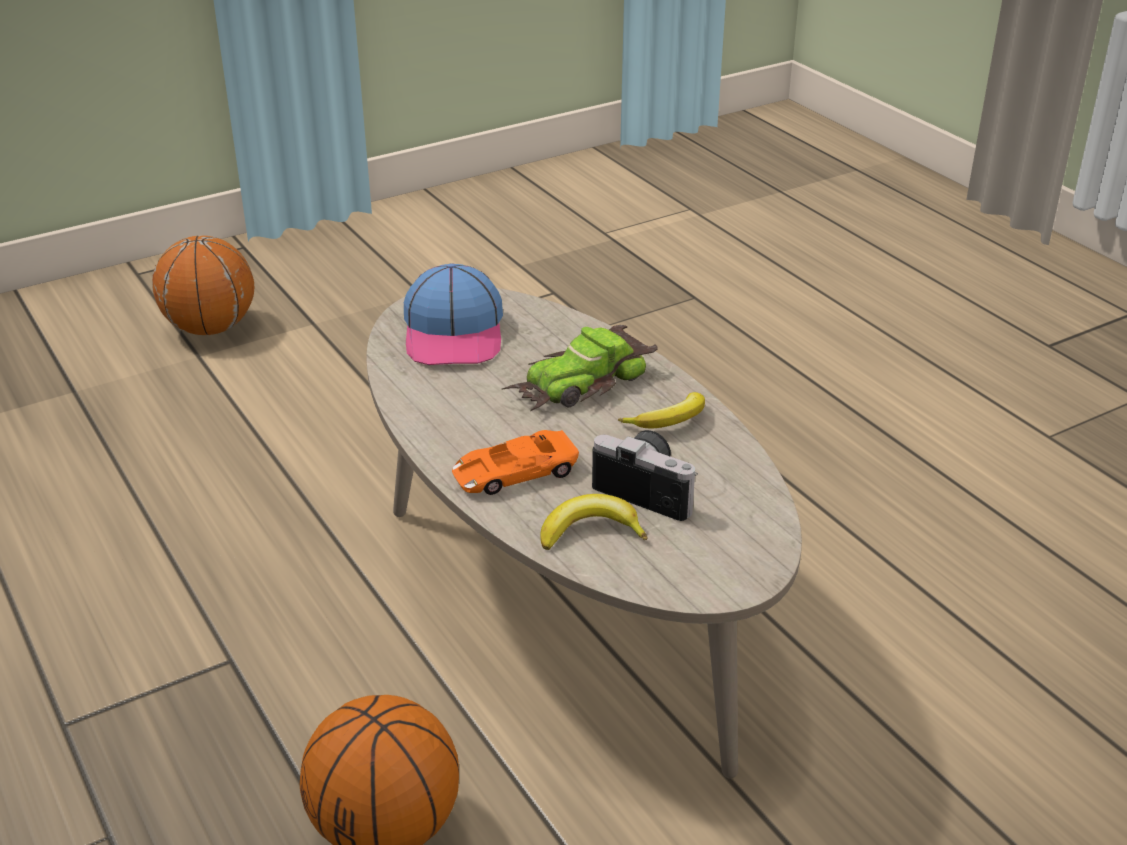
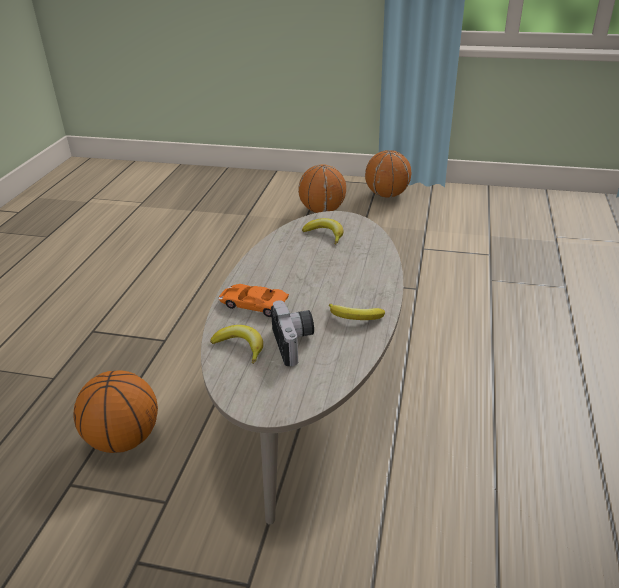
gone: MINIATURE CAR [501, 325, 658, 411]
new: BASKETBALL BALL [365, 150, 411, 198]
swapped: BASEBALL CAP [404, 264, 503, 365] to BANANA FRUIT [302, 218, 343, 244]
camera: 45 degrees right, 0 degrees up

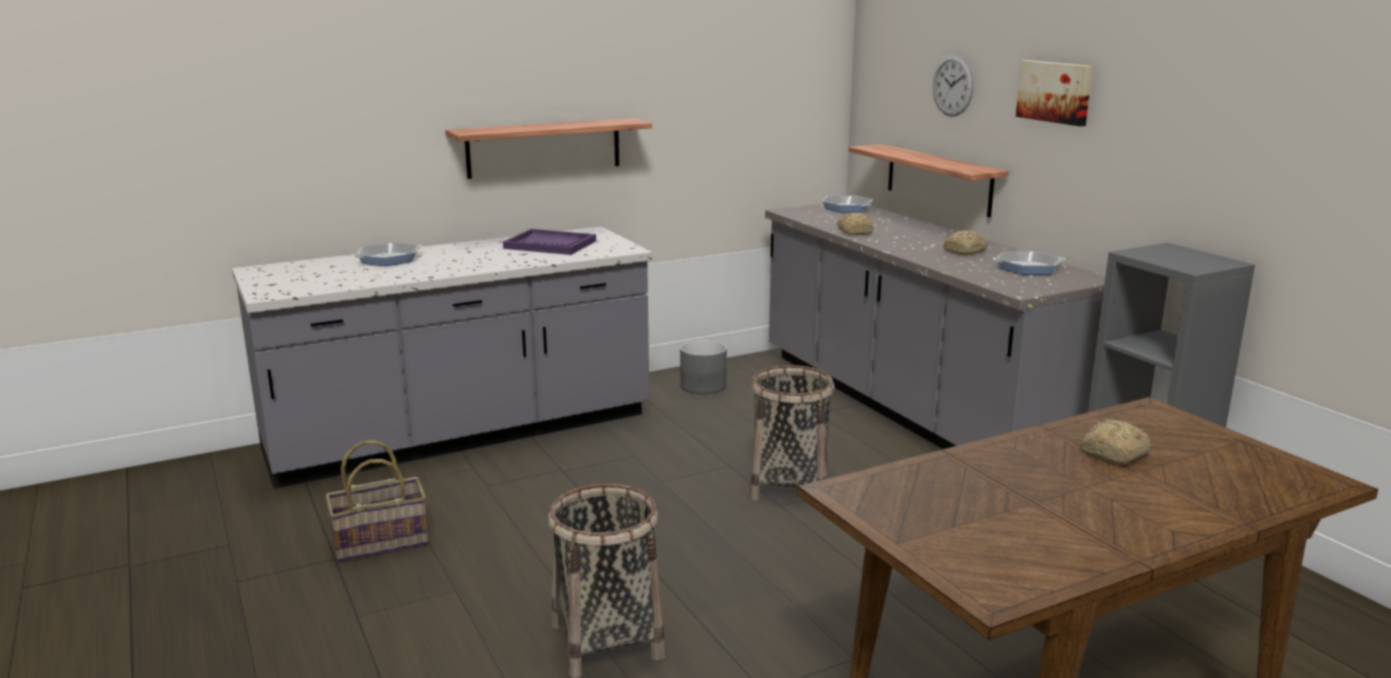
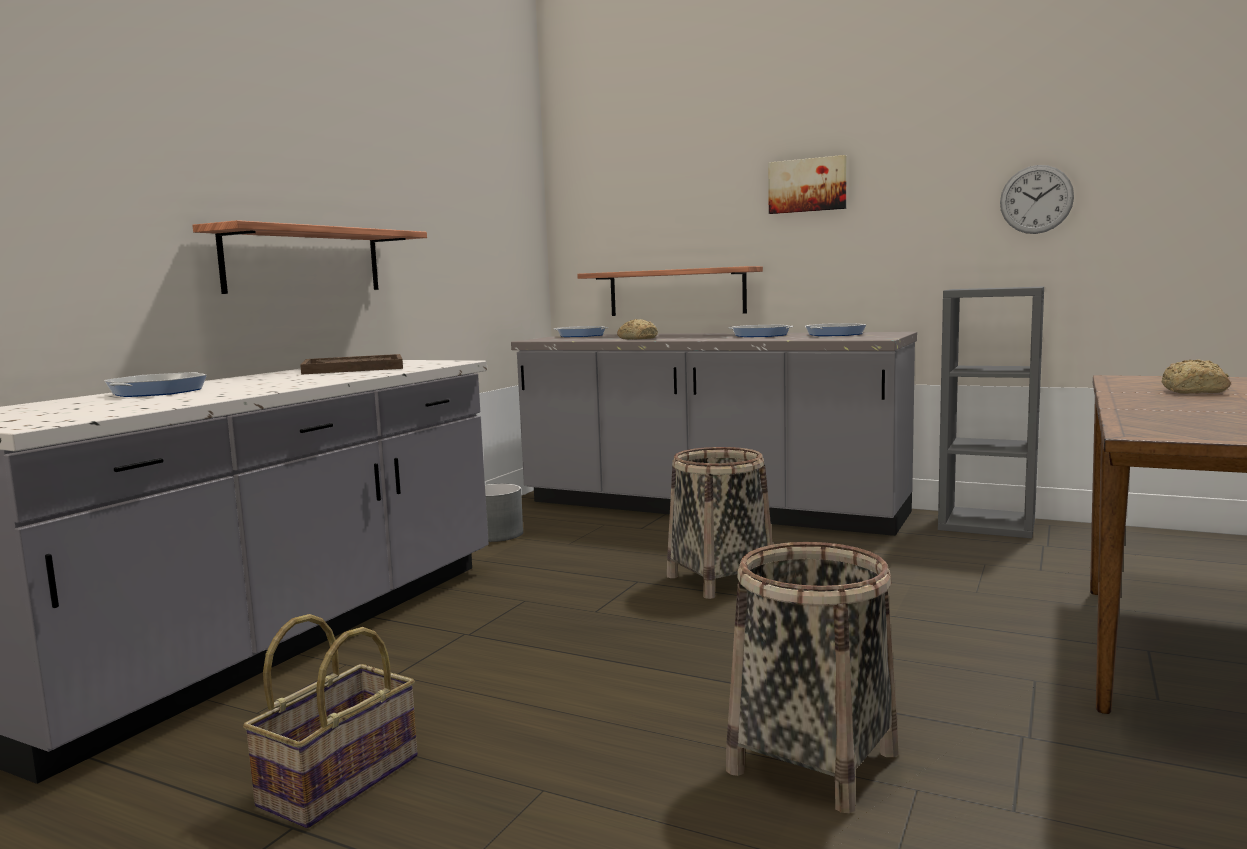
shifted: HANGING CLOCK [933, 55, 974, 117] to [1000, 165, 1074, 234]
swapped: BREAD [943, 230, 987, 255] to PAN [728, 325, 793, 337]
repainted: PURPLE-COLOURED CARRYING TRAY [503, 229, 596, 255] to BROWNISH CARRYING TRAY [300, 354, 403, 375]
camera: 35 degrees left, 10 degrees down

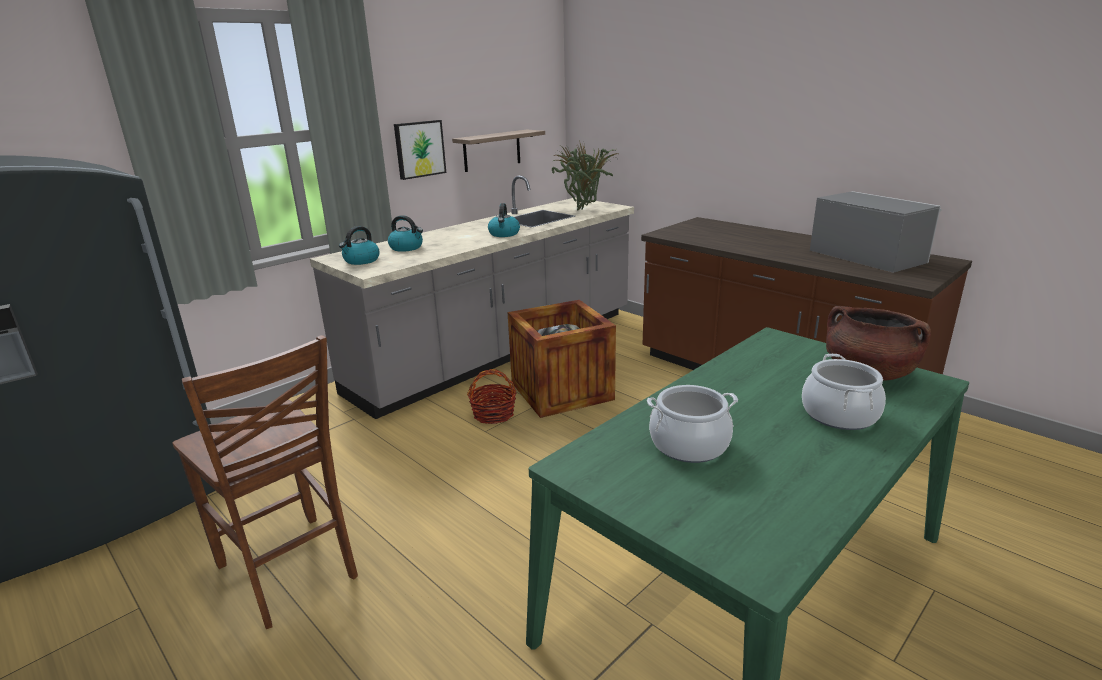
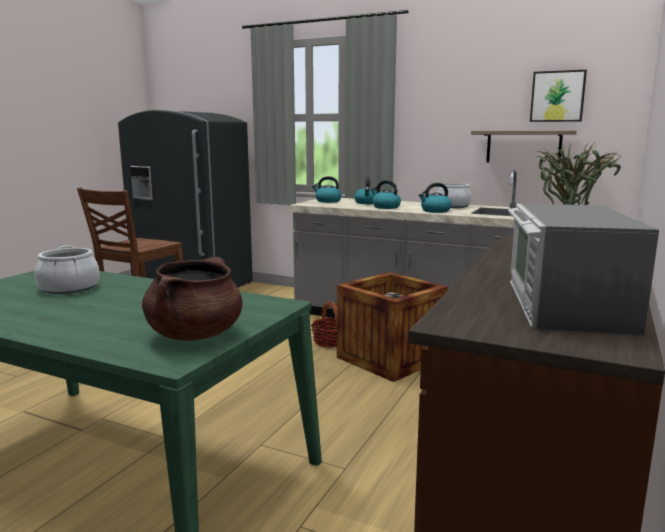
new: TEA KETTLE [371, 180, 401, 209]
shifted: SAUCEPOT [802, 354, 886, 430] to [436, 183, 472, 208]; PICTURE [394, 120, 446, 180] to [530, 70, 587, 122]
rotated: MICROWAVE [810, 191, 942, 273] = [508, 204, 659, 336] 150 degrees clockwise
camera: 70 degrees right, 10 degrees down

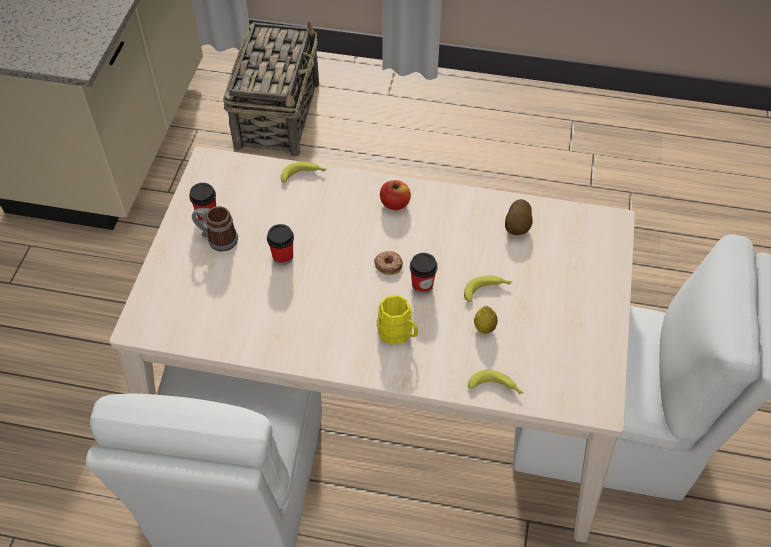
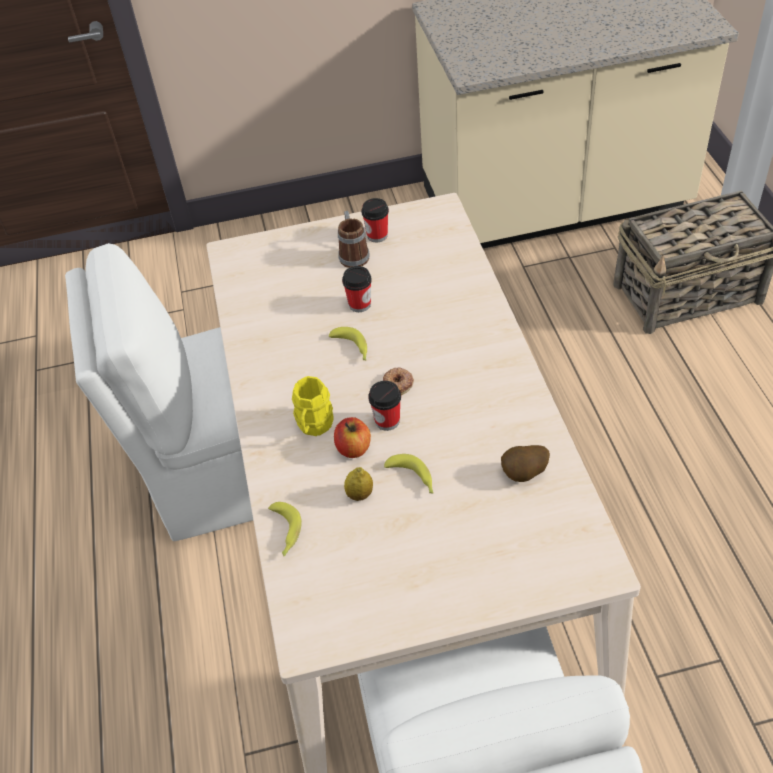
shifted: BANANA FRUIT [281, 162, 327, 183] to [329, 327, 367, 360]; APPLE [380, 180, 411, 210] to [334, 417, 371, 458]
camera: 70 degrees right, 5 degrees down

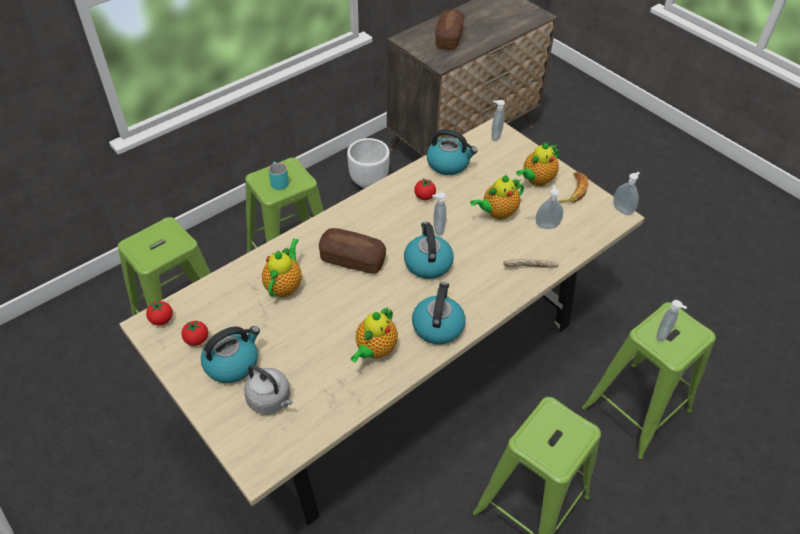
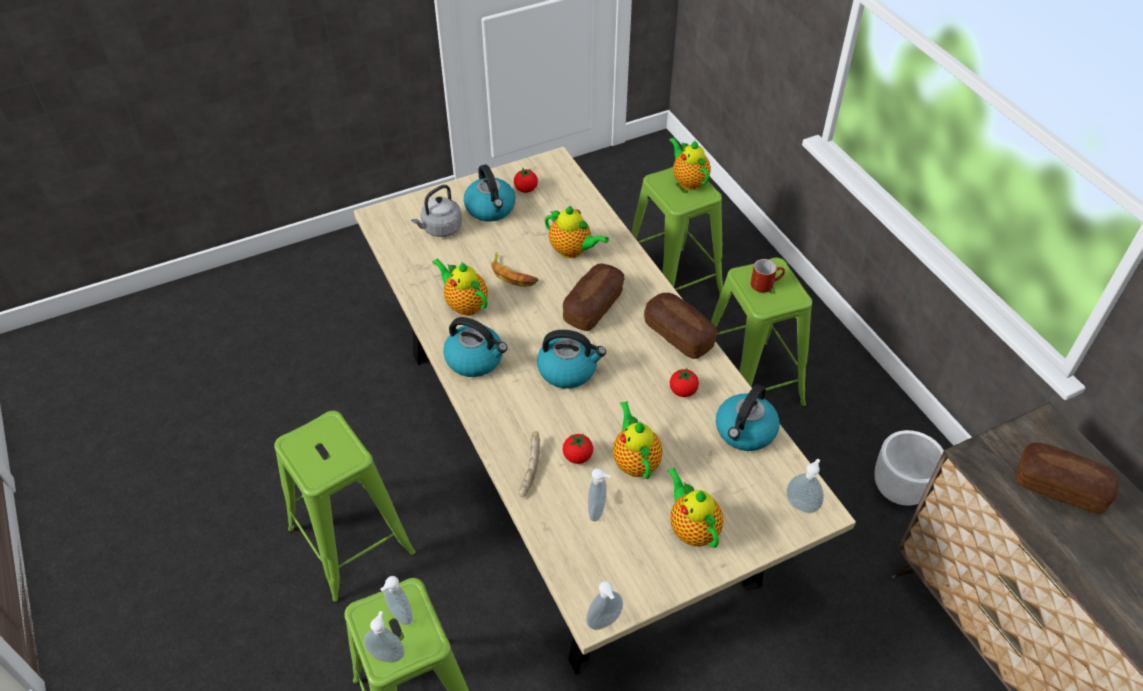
new: BREAD [644, 293, 717, 359]; TEA POT [669, 137, 711, 190]
shifted: LIQUID SOAP BOTTLE [432, 192, 446, 236] to [364, 611, 405, 662]; BANANA FRUIT [559, 172, 589, 203] to [491, 252, 539, 287]; WHOLE TOMATO [146, 300, 173, 326] to [563, 433, 593, 464]
repainted: BLUE-GREEN COFFEE MUG [268, 162, 289, 190] to RED-COLOURED COFFEE MUG [751, 259, 785, 293]
camera: 105 degrees right, 0 degrees up

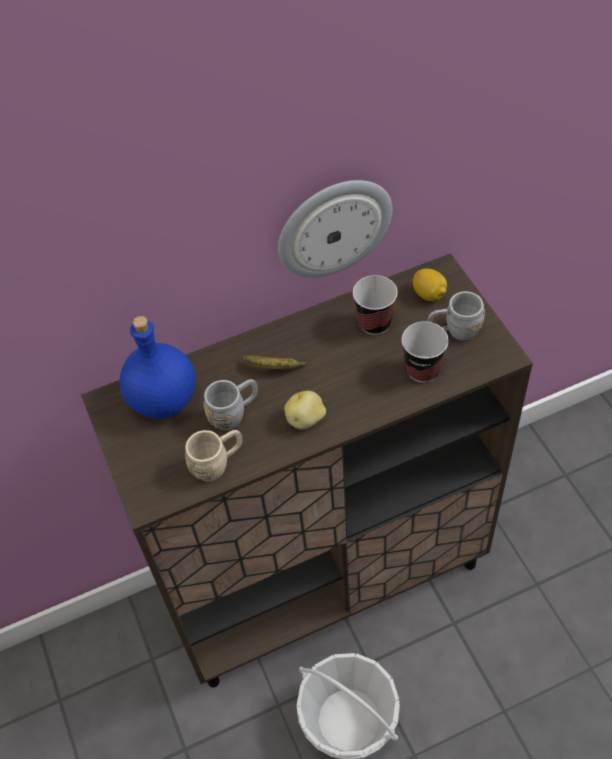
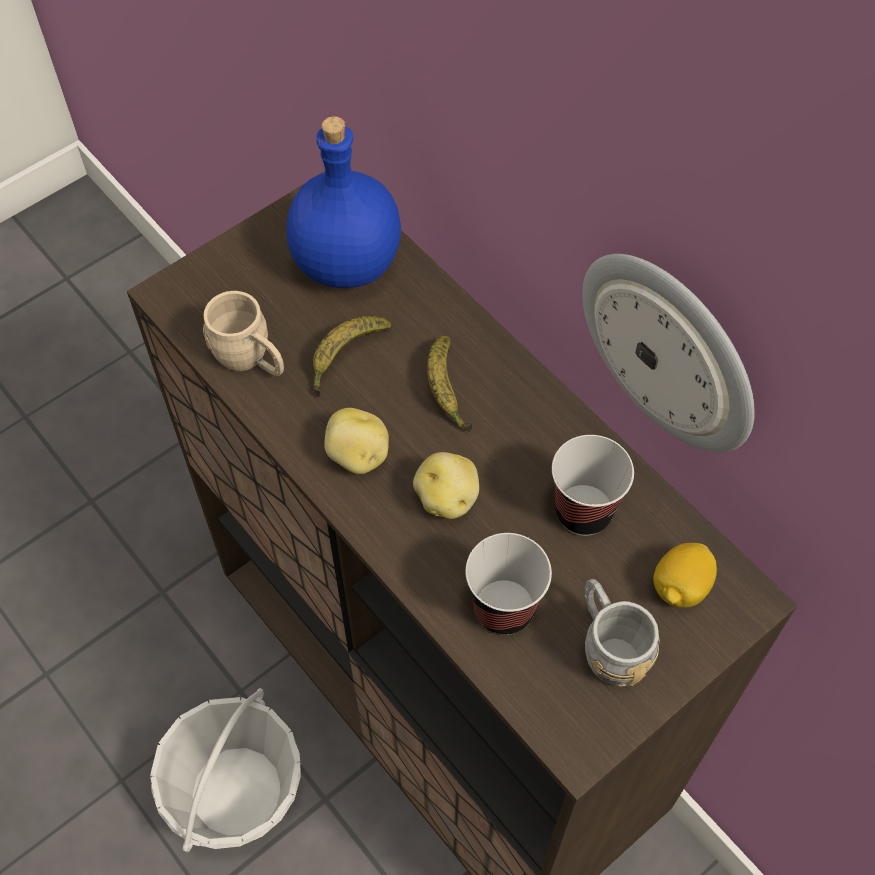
new: WHOLE POTATO [413, 452, 479, 519]
swapped: GREYISH COFFEE MUG [204, 379, 258, 430] to BANANA FRUIT [313, 316, 392, 397]
camera: 70 degrees right, 5 degrees up

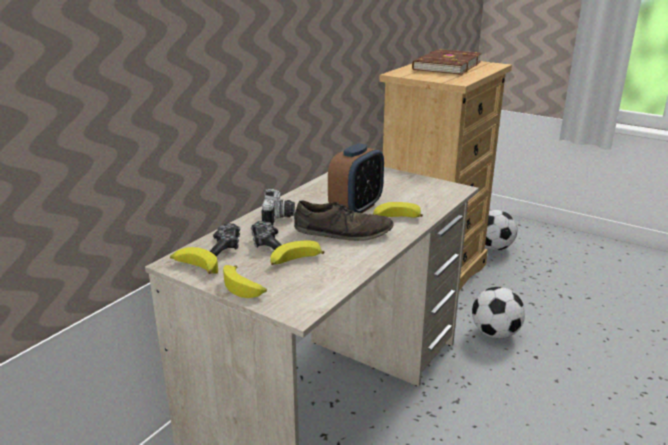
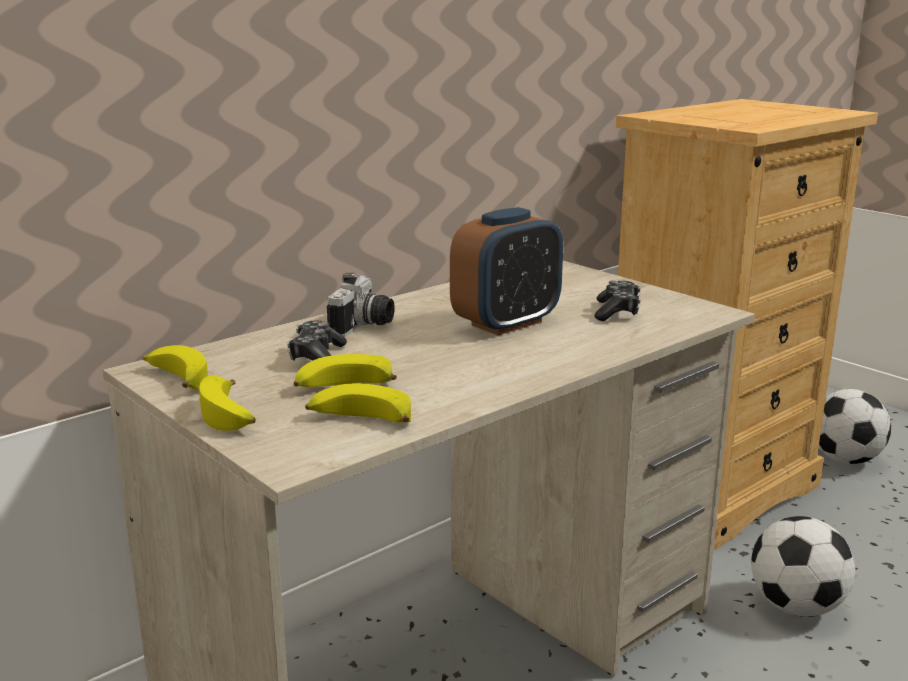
gone: BROWNISH SHOE [294, 201, 393, 241]; BROWNISH BOUND BOOK [412, 49, 482, 75]
shifted: BANANA FRUIT [373, 202, 423, 217] to [305, 383, 411, 422]; JOYPAD [210, 223, 240, 256] to [594, 281, 641, 321]
camera: 15 degrees right, 5 degrees down

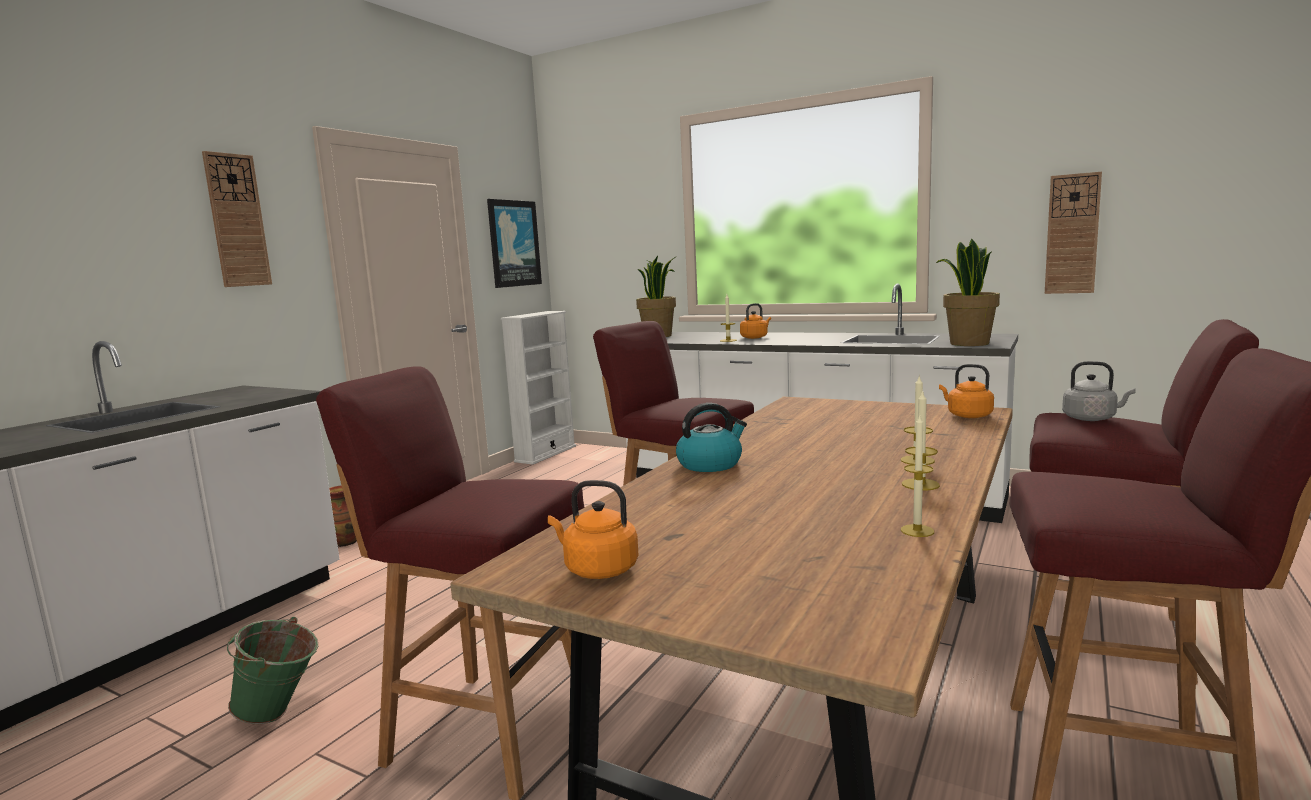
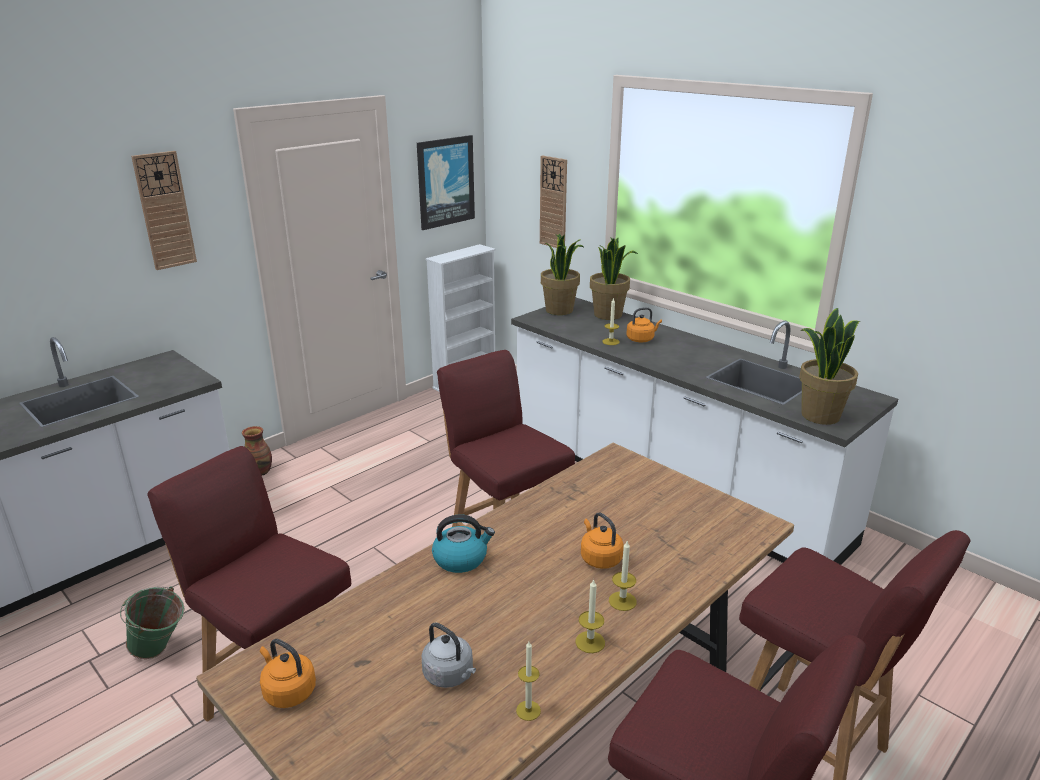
new: POTTED PLANT [590, 237, 638, 320]
shifted: GREYISH TEA KETTLE [1062, 361, 1136, 421] to [422, 622, 476, 688]; HANGING CLOCK [1045, 172, 1102, 294] to [540, 156, 567, 248]; ORANGE-COLOURED TEA KETTLE [939, 364, 994, 418] to [581, 512, 624, 569]
camera: 15 degrees right, 15 degrees up

